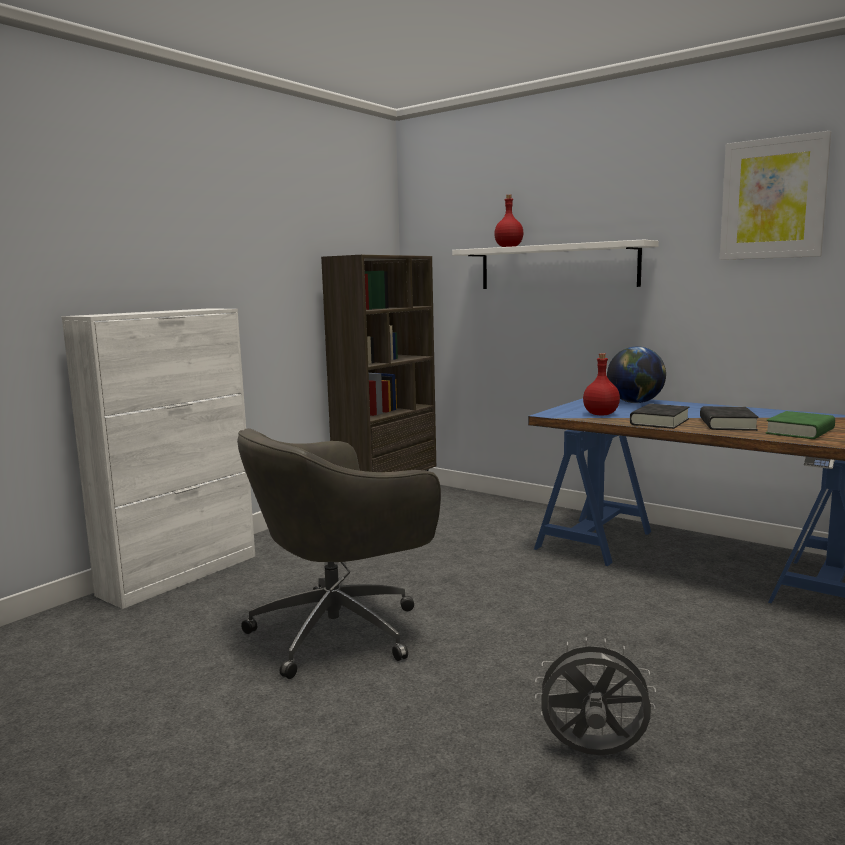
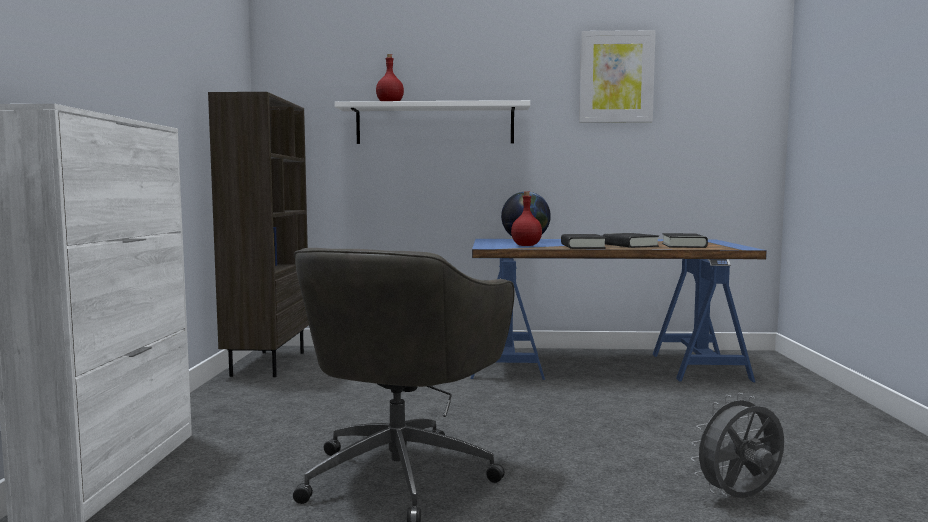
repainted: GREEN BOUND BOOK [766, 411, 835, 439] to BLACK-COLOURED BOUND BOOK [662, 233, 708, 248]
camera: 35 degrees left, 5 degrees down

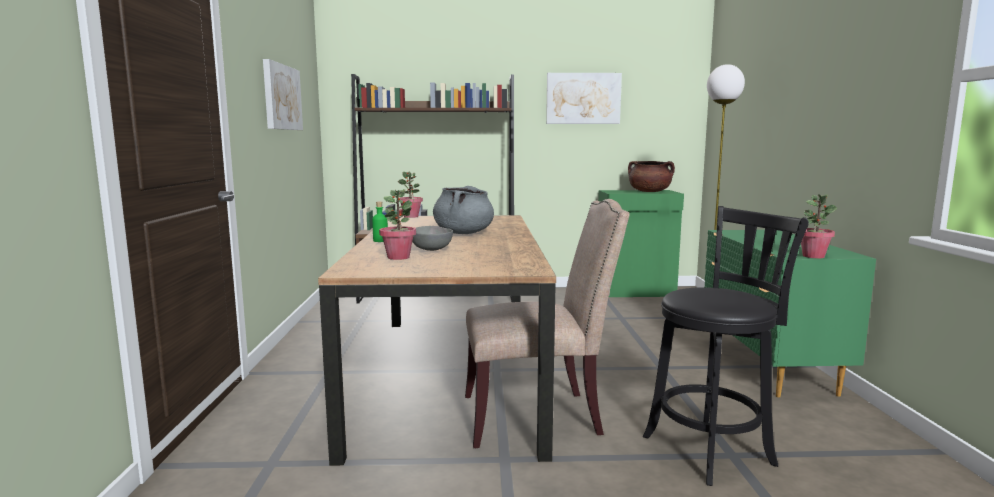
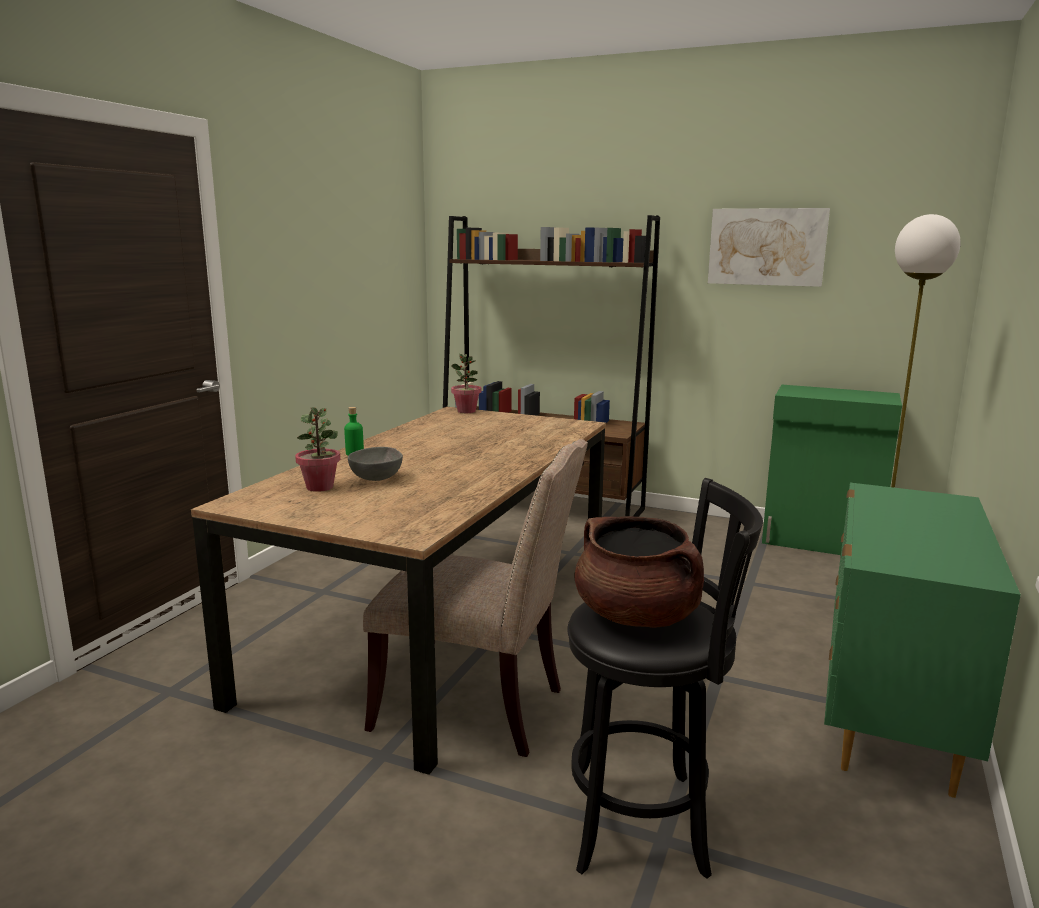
gone: PICTURE [263, 59, 303, 130]; GREYISH SAUCEPOT [433, 186, 494, 234]; POTTED PLANT [801, 194, 837, 258]
shifted: BROWNISH SAUCEPOT [628, 161, 675, 192] to [574, 516, 704, 628]
camera: 25 degrees right, 5 degrees up

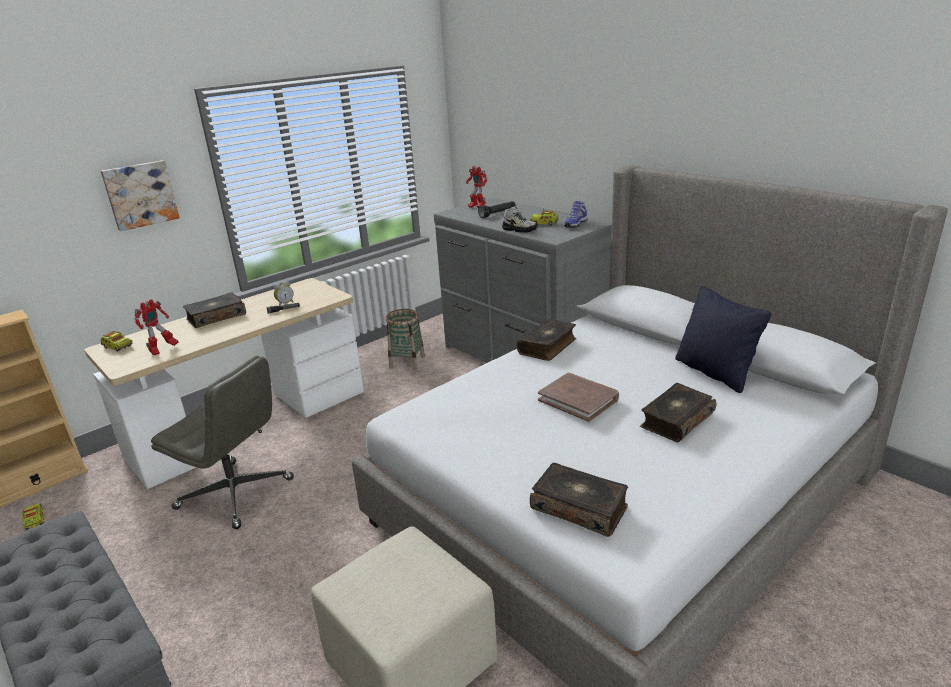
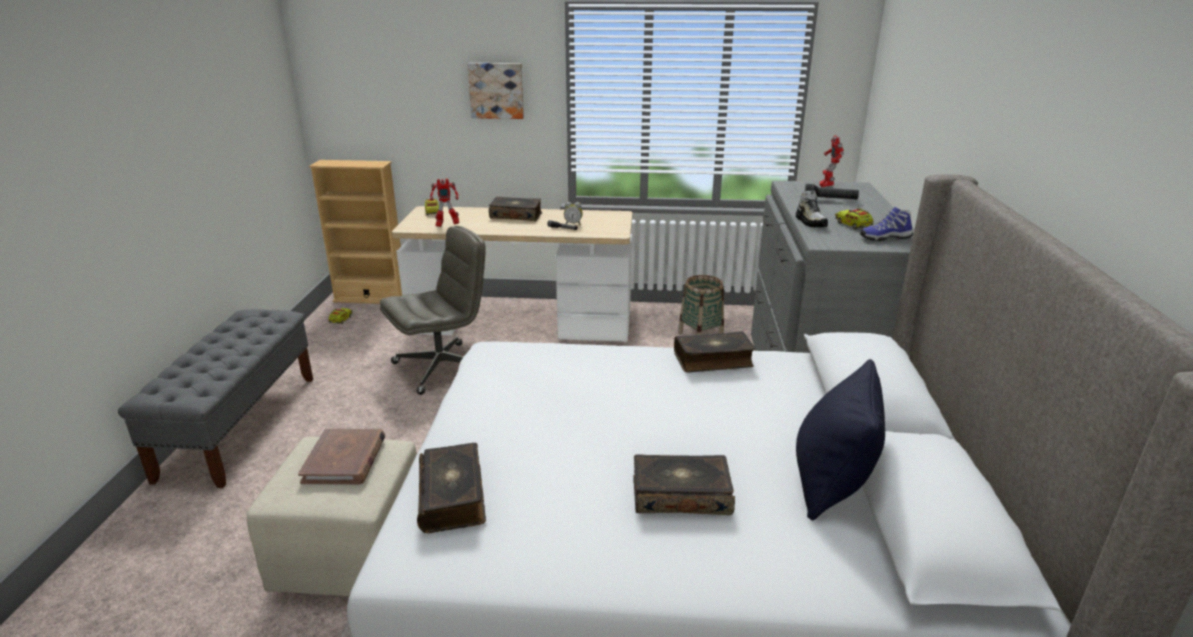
shifted: BROWNISH BOUND BOOK [538, 373, 619, 422] to [298, 429, 385, 485]
rotated: GREYISH COMPUTER CHAIR [151, 355, 294, 529] = [380, 226, 486, 395] 105 degrees counterclockwise
camera: 45 degrees right, 0 degrees up

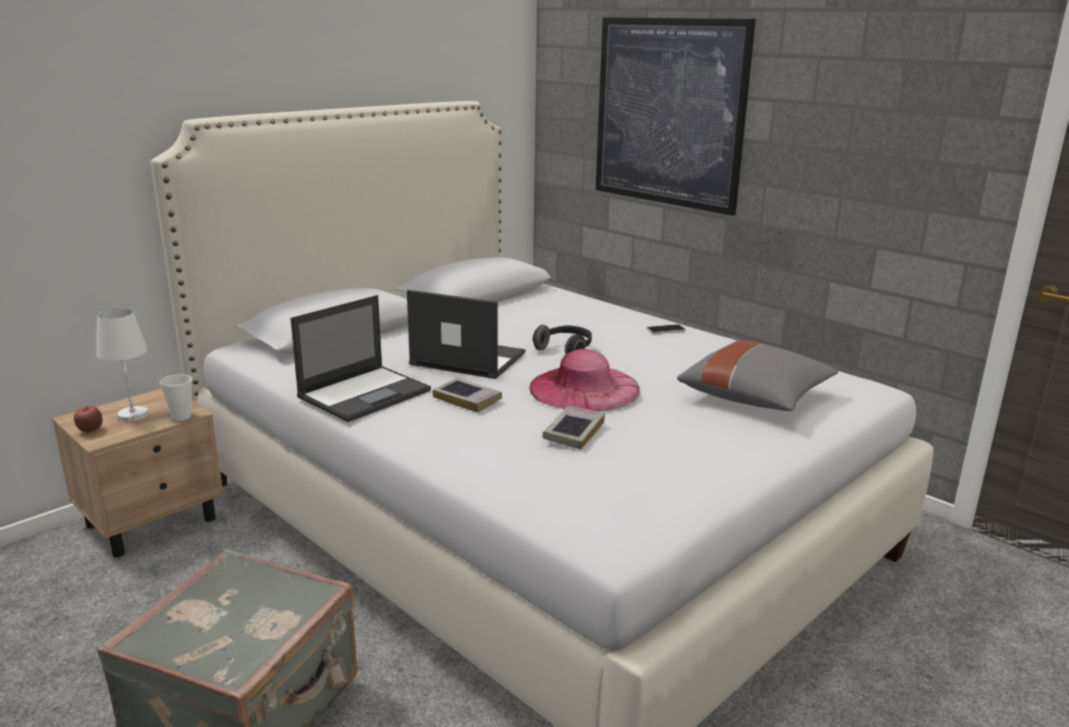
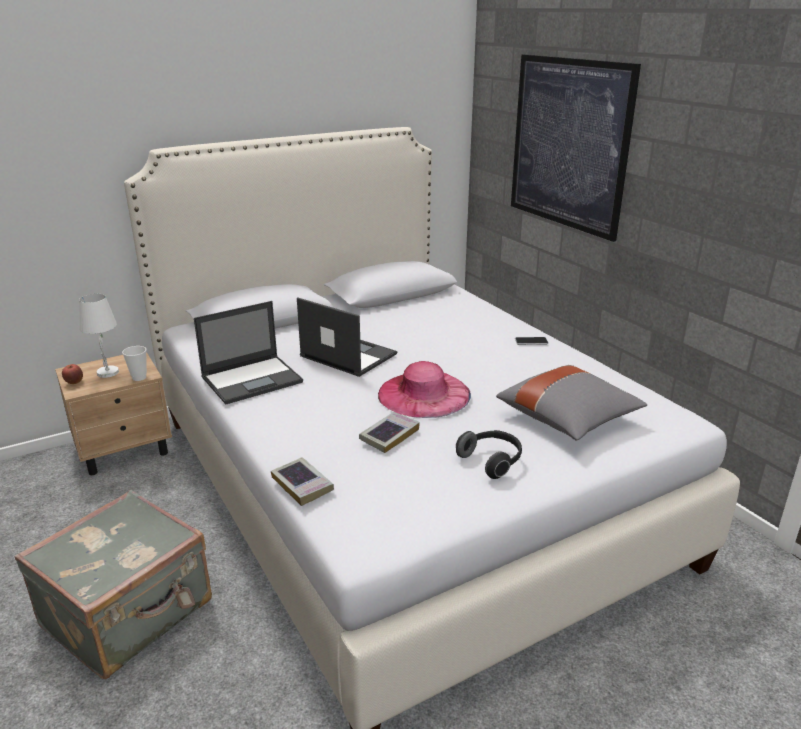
shifted: BOUND BOOK [432, 378, 502, 413] to [271, 457, 334, 506]; HEADPHONES [533, 325, 592, 354] to [456, 430, 522, 479]
camera: 15 degrees right, 5 degrees up

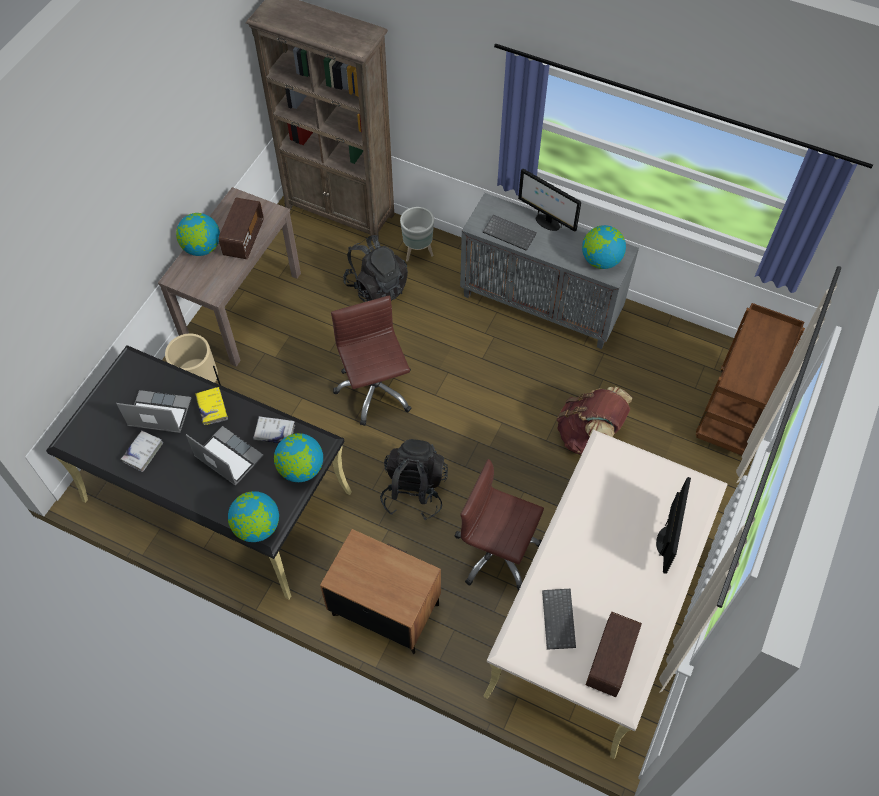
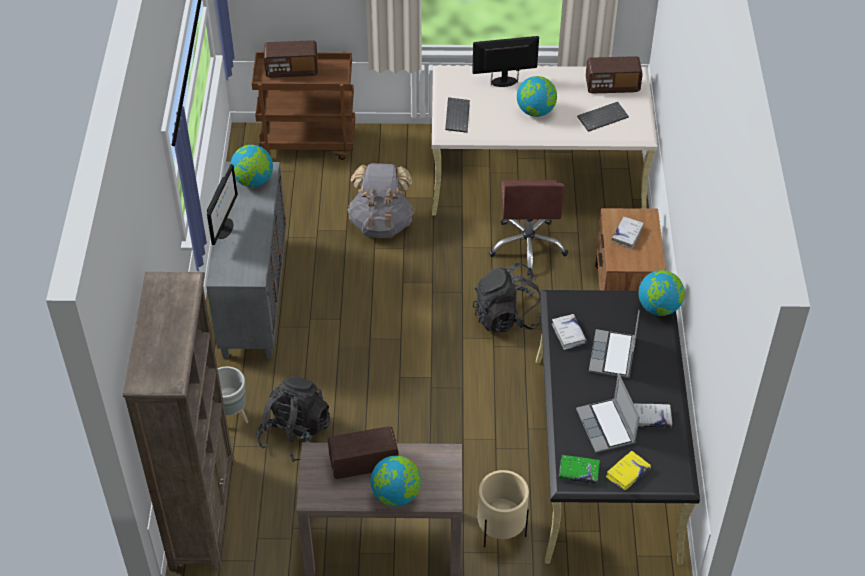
gone: BROWNISH COMPUTER CHAIR [331, 296, 412, 426]
new: RADIO [264, 40, 318, 78]; GREEN BOUND BOOK [558, 455, 600, 484]; WHITISH BOUND BOOK [611, 217, 644, 249]
shifted: COMPUTER KEYBOARD [483, 215, 537, 251] to [445, 97, 470, 133]; DESK GLOBE [274, 433, 323, 482] to [517, 76, 557, 117]; YELLOWISH BOUND BOOK [196, 387, 228, 425] to [606, 451, 651, 491]
repainted: BROWNISH KNAPSACK [557, 387, 632, 455] to GREYISH KNAPSACK [347, 163, 414, 238]
camera: 115 degrees left, 10 degrees down

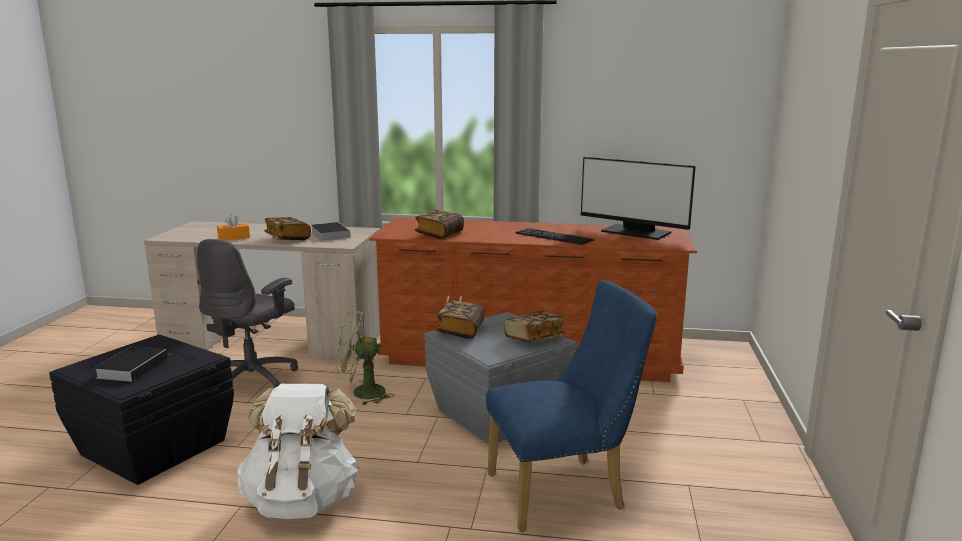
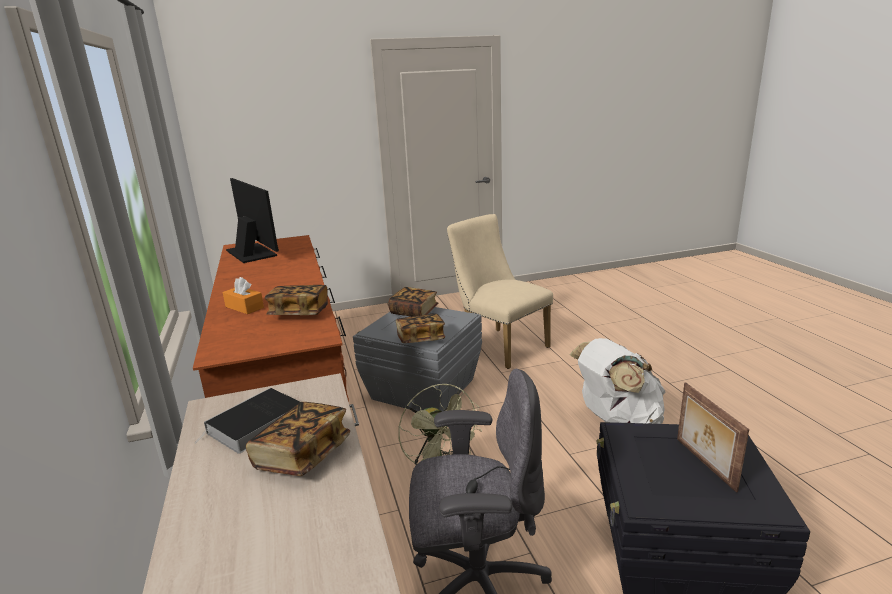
gone: COMPUTER KEYBOARD [516, 228, 594, 245]
shifted: ORANGE-COLOURED BOX OF TISSUES [217, 214, 250, 241] to [223, 277, 264, 314]
swapped: BOUND BOOK [94, 346, 170, 382] to PICTURE FRAME [677, 383, 749, 493]
repainted: BLUE CHAIR [486, 280, 657, 532] to BEIGE-COLOURED CHAIR [447, 214, 553, 369]
rotated: COMPUTER DISPLAY [581, 157, 696, 240] = [226, 178, 279, 263] 45 degrees counterclockwise
camera: 115 degrees left, 5 degrees up

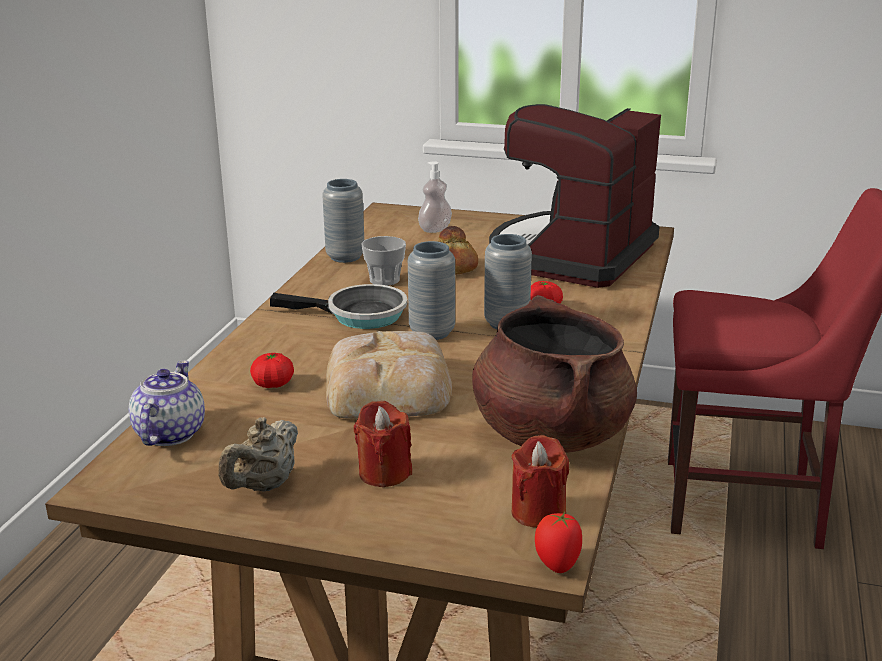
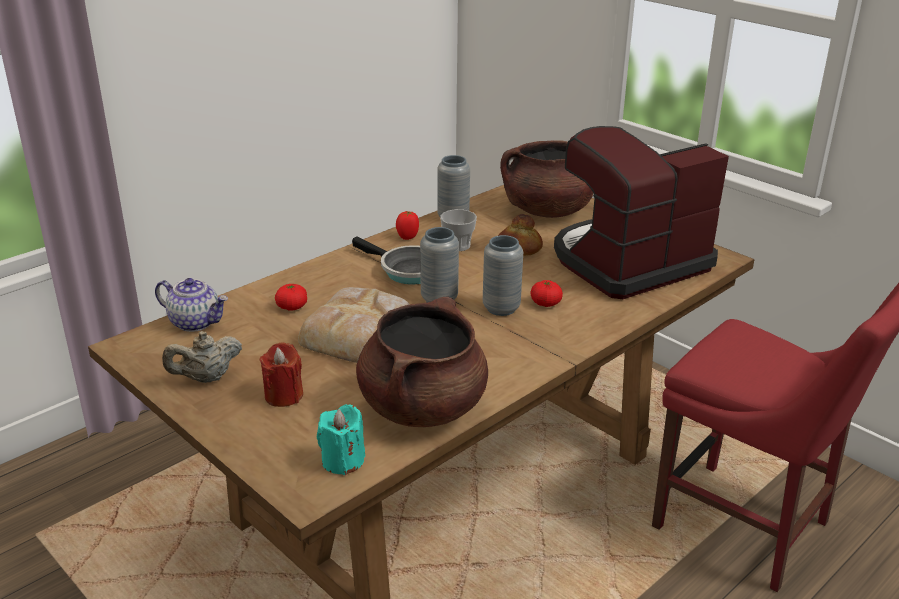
shifted: WHOLE TOMATO [535, 512, 582, 573] to [396, 211, 419, 240]
swapped: LIQUID SOAP BOTTLE [418, 162, 452, 233] to BROWNISH SAUCEPOT [500, 140, 594, 218]
repainted: RED-COLOURED CANDLE [511, 435, 569, 528] to BLUE-GREEN CANDLE [317, 404, 365, 475]
rotated: TEA POT [129, 360, 205, 446] = [155, 278, 228, 332] 75 degrees clockwise
camera: 30 degrees right, 5 degrees up

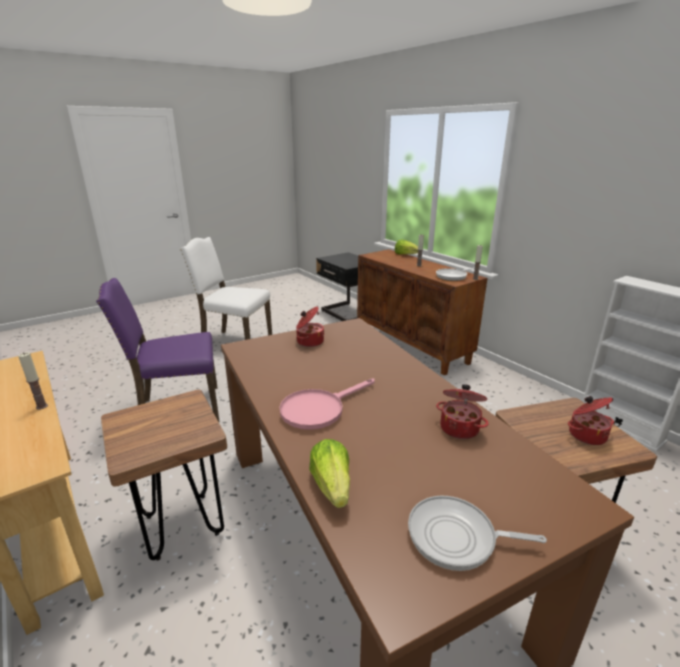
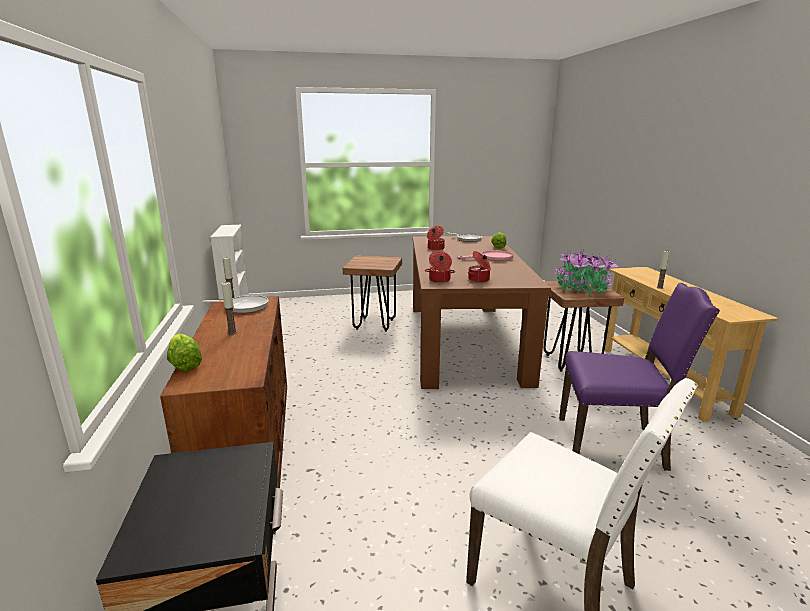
new: POTTED PLANT [555, 249, 619, 296]
shifted: SAUCEPOT [568, 396, 614, 445] to [425, 251, 455, 283]
camera: 155 degrees left, 5 degrees down

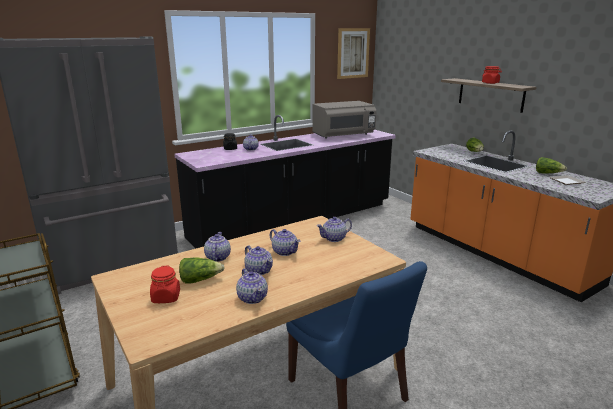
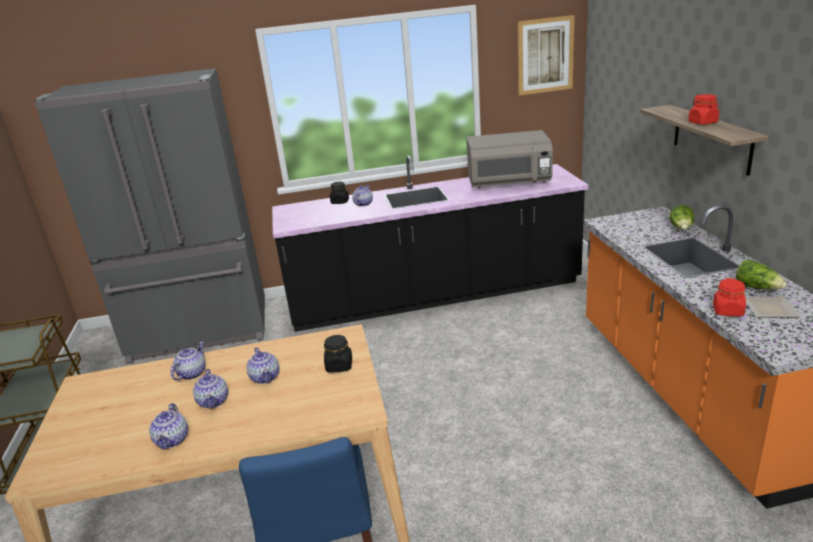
gone: LETTUCE [179, 258, 225, 284]
shifted: RED-COLOURED JAR [150, 266, 180, 303] to [713, 278, 746, 317]
swapped: TEA POT [317, 217, 352, 242] to BLACK-COLOURED JAR [324, 335, 352, 372]
camera: 25 degrees right, 5 degrees up

